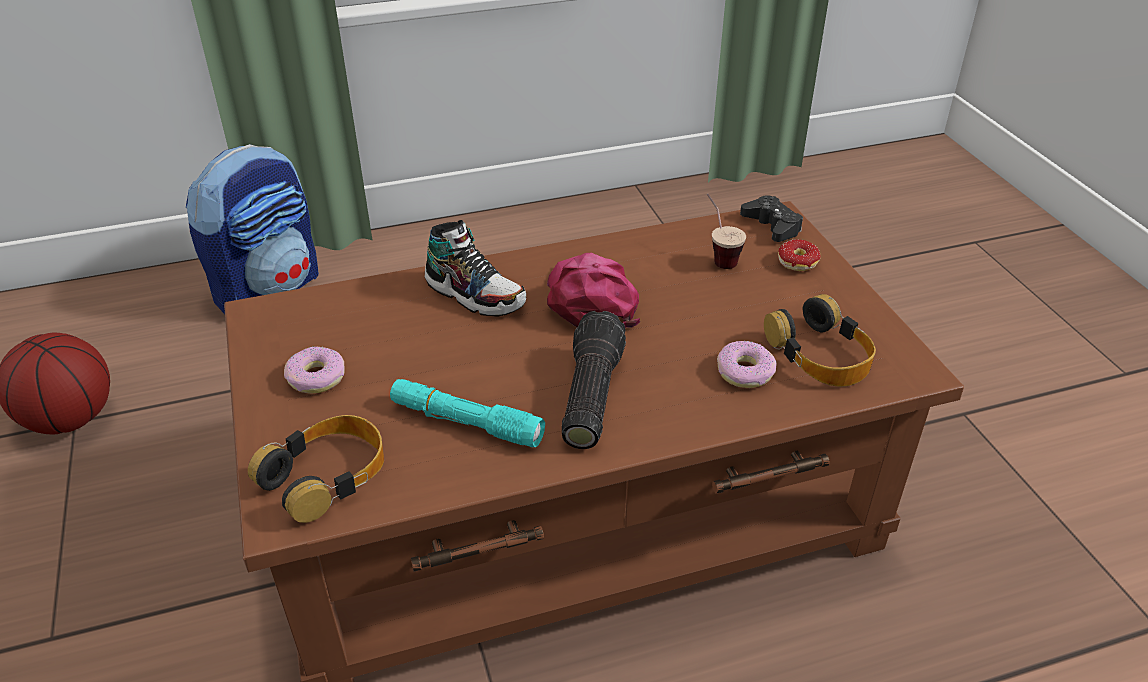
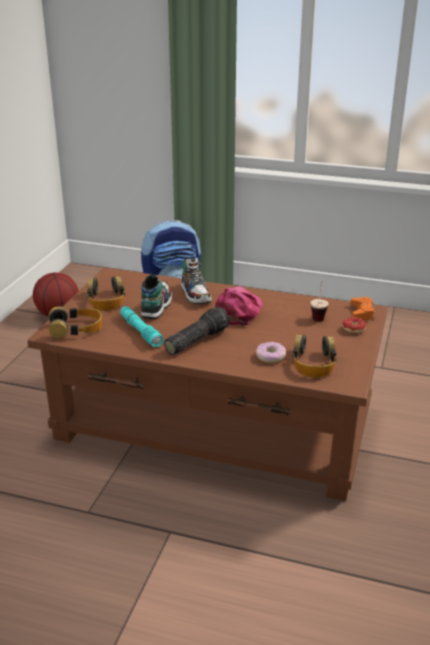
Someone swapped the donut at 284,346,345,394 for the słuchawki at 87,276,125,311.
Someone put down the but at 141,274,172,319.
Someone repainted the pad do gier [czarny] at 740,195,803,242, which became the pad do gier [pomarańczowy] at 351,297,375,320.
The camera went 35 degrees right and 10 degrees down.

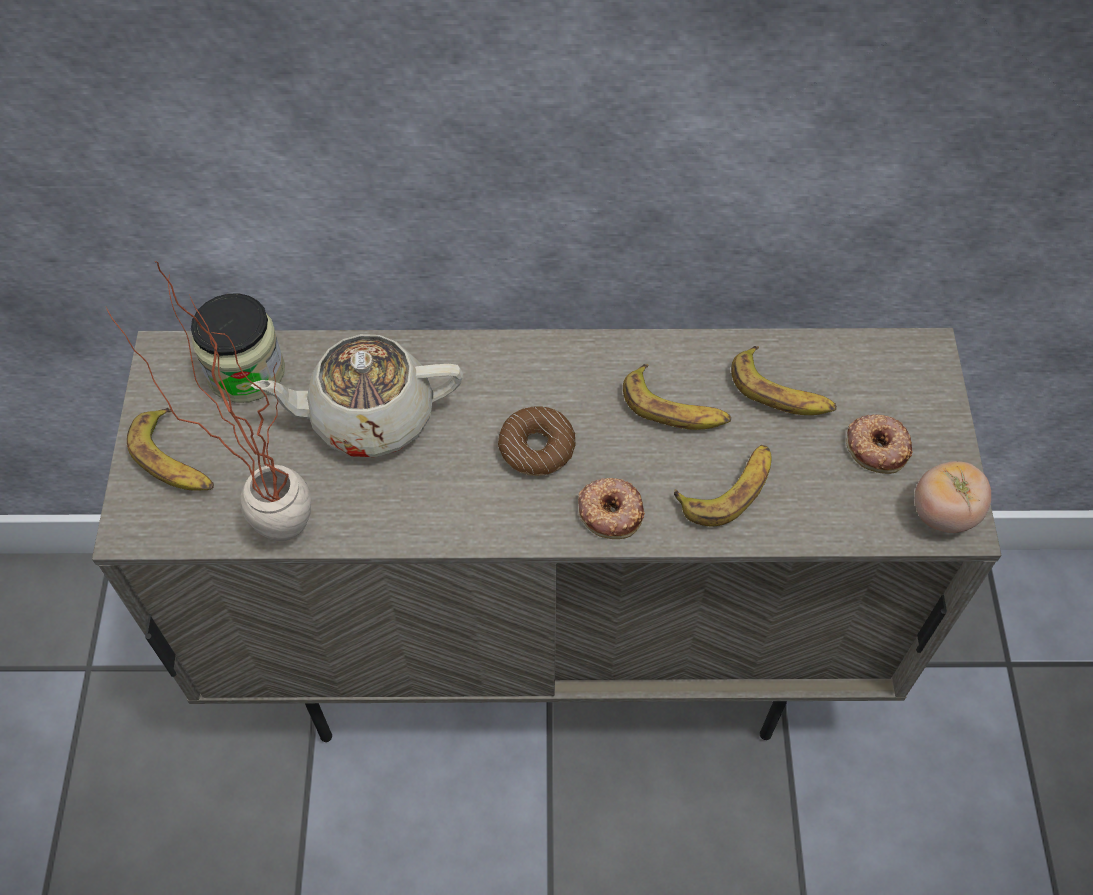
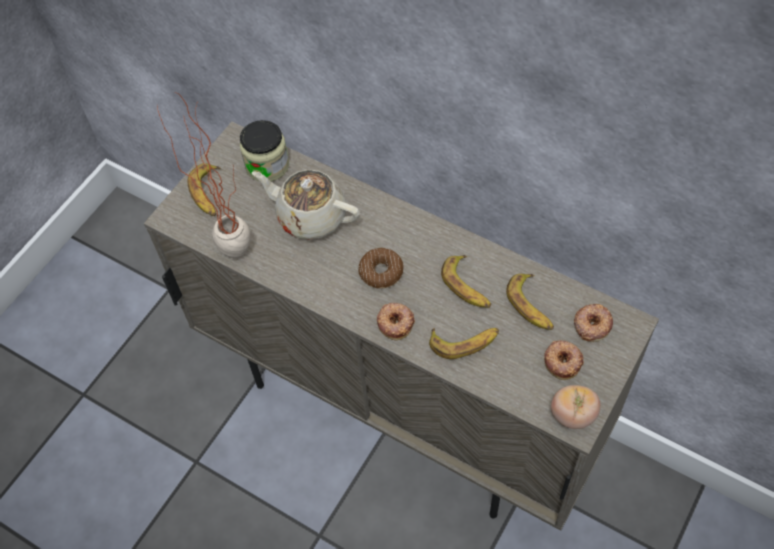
Someone put down the donut at 574,304,613,342.
The camera went 35 degrees right and 0 degrees up.

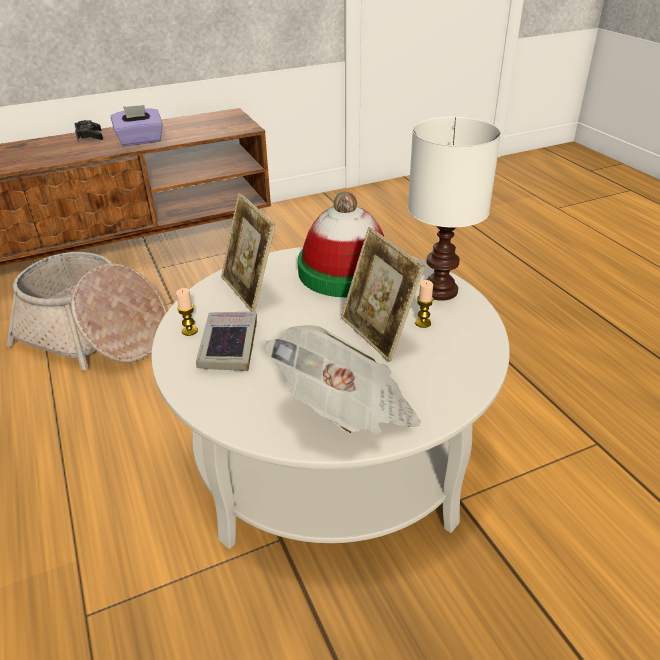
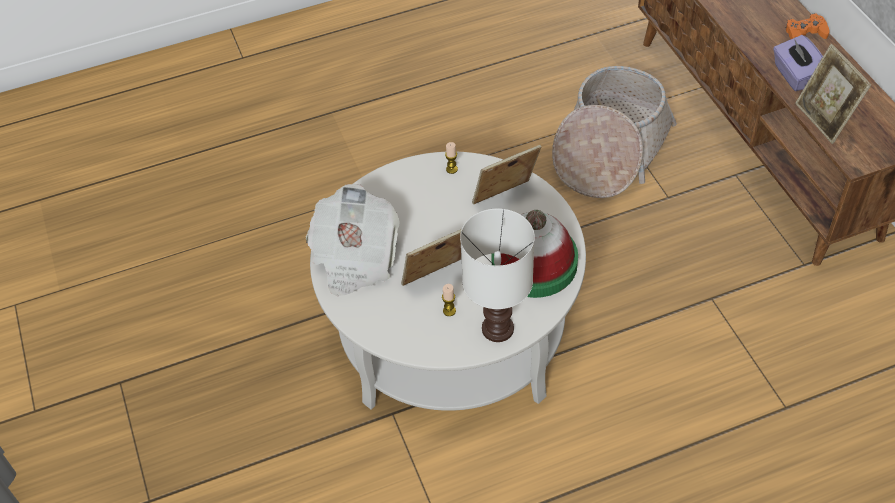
Someone repainted the pad do gier [czarny] at 74,120,103,141, which became the pad do gier [pomarańczowy] at 786,13,829,39.
Someone put down the ramka na zdjęcie at 795,44,871,144.
Someone took away the książka at 196,311,257,371.
The camera went 95 degrees right and 15 degrees up.

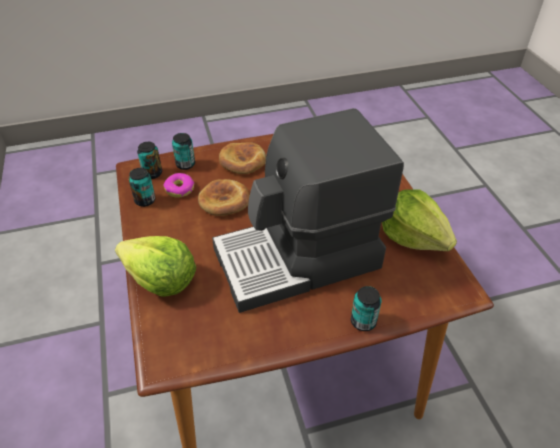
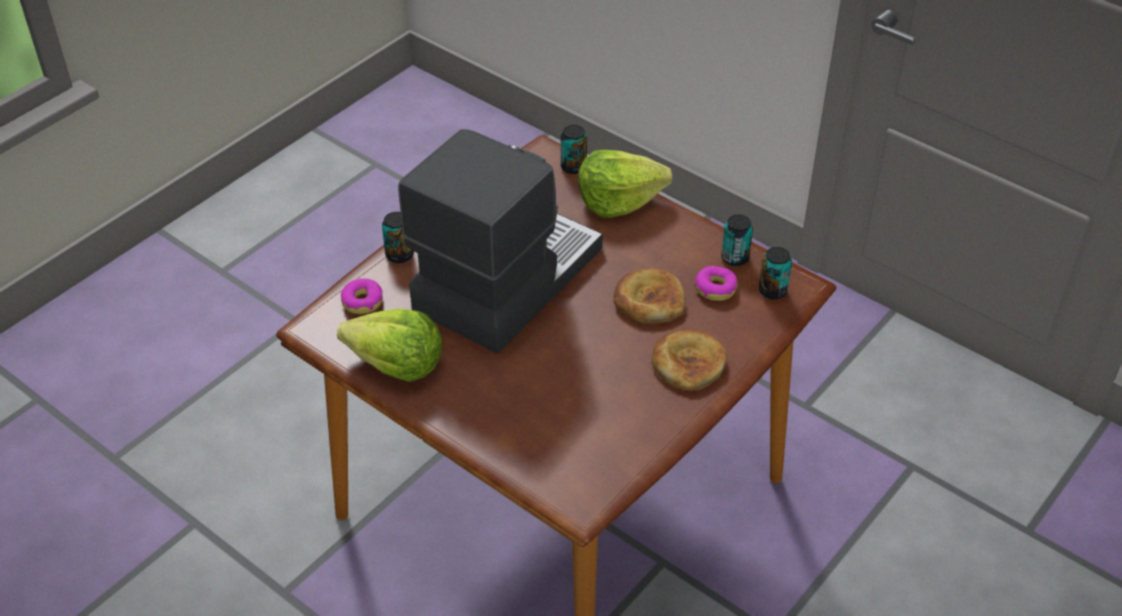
Someone put down the donut at 341,278,383,314.
Someone carried the puszka from 172,133,195,170 to 560,125,587,174.
The camera went 145 degrees right and 0 degrees up.

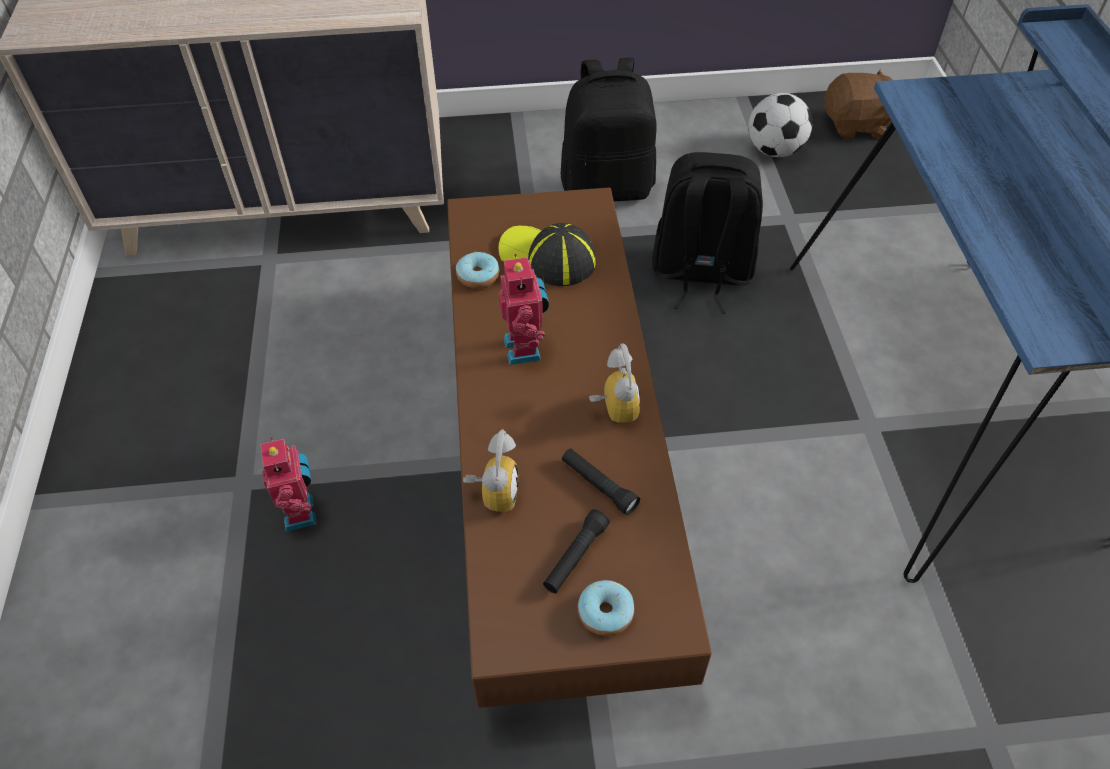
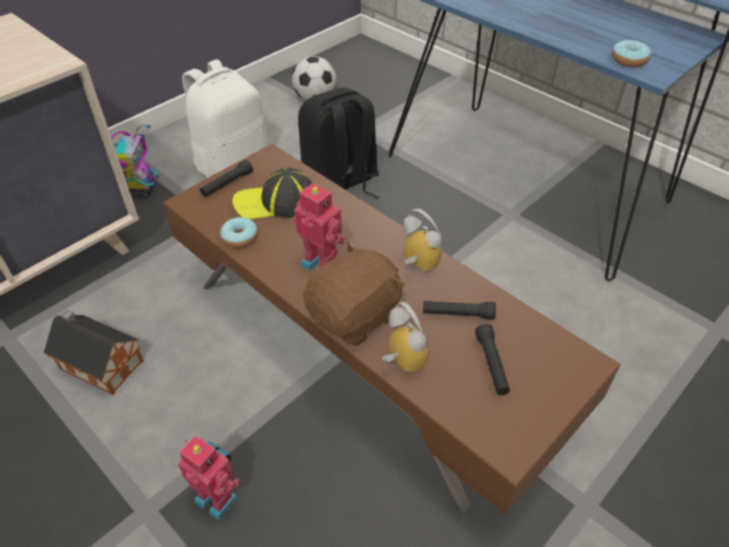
Someone put down the domek at 43,310,144,395.
Someone put down the robot zabawkowy at 111,124,159,198.
Someone repainted the plecak [czarny] at 561,58,657,201, which became the plecak [biały] at 182,59,268,178.
Someone put down the latarka [czarny] at 200,160,253,197.
Someone carried the pluszak [brązowy] from 824,68,893,140 to 303,241,405,345.
Someone carried the donut from 578,580,634,636 to 612,40,651,67.
The camera went 40 degrees left and 5 degrees down.

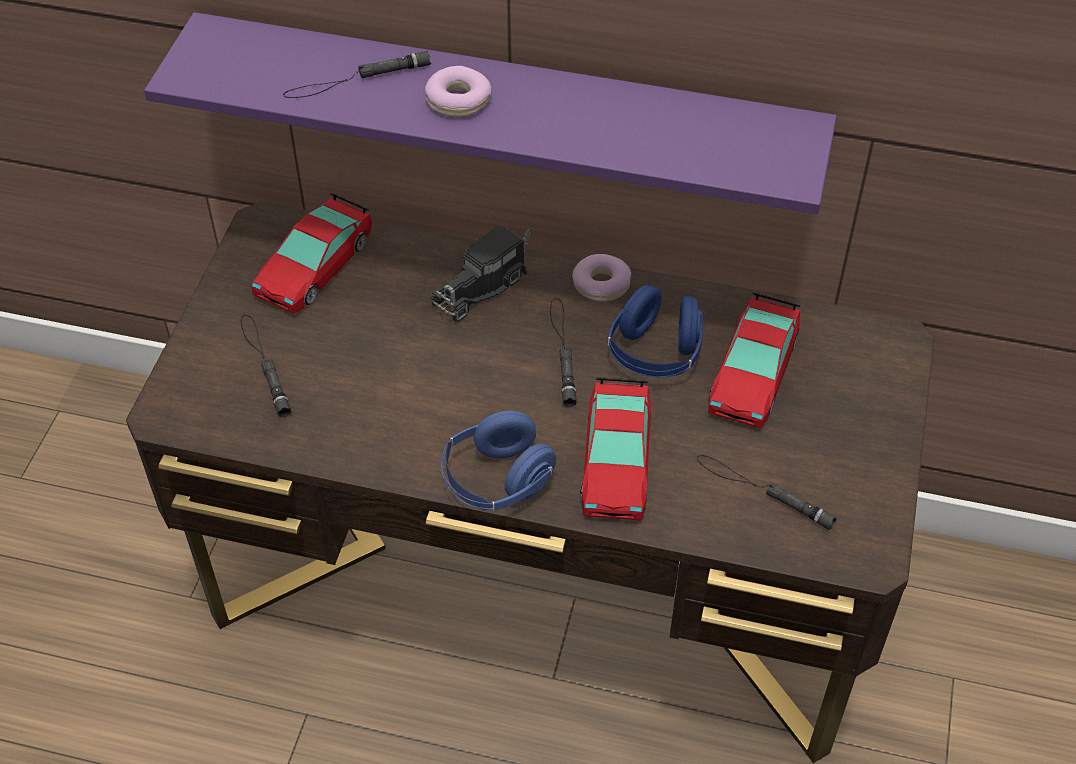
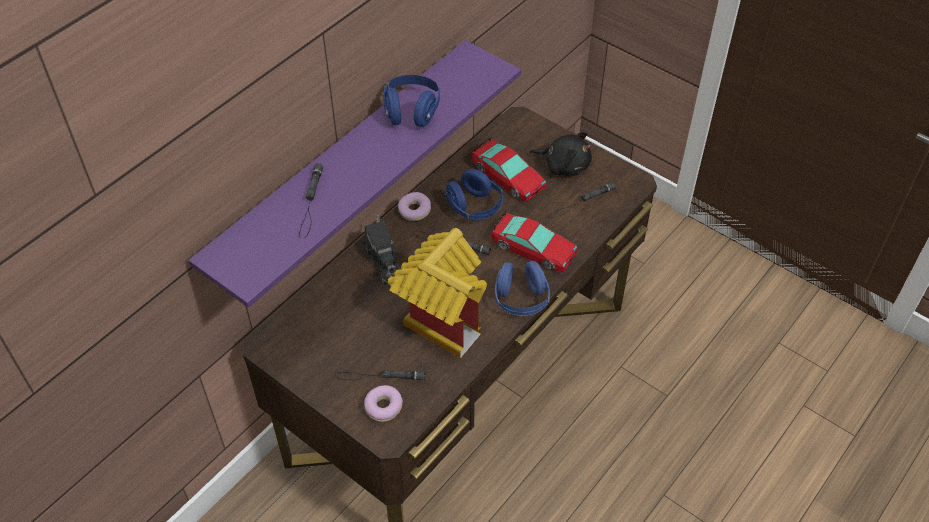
Someone carried the donut from 425,66,491,117 to 364,385,403,422.
Someone put down the słuchawki [niebieski] at 383,75,440,127.
Someone put down the domek at 388,228,487,358.
Someone put down the pluszak [czarny] at 529,132,592,176.
Someone took away the samochodzik at 251,193,372,314.
The camera went 65 degrees left and 0 degrees up.

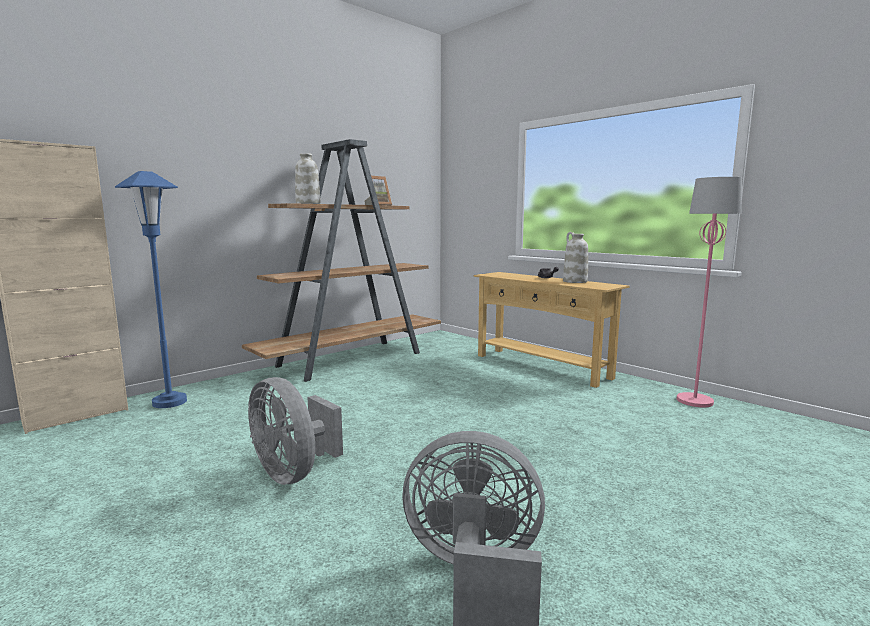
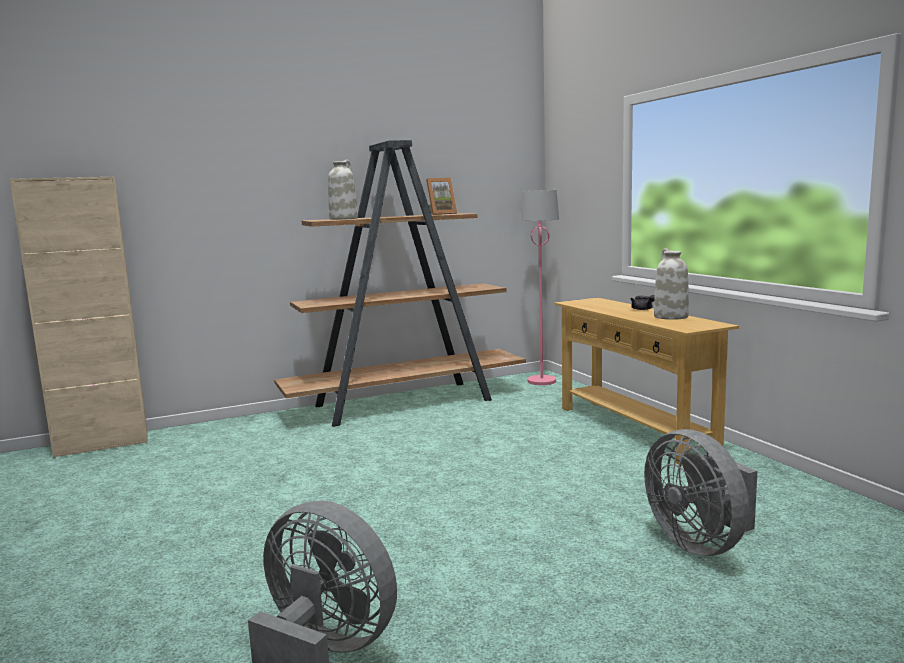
Someone carried the lampa stojąca [różowy] from 677,177,742,407 to 520,190,559,385.
Someone carried the wentylator [szary] from 248,377,343,485 to 644,429,757,556.
Someone took away the lampa stojąca [niebieski] at 115,171,187,408.
The camera went 20 degrees right and 0 degrees up.

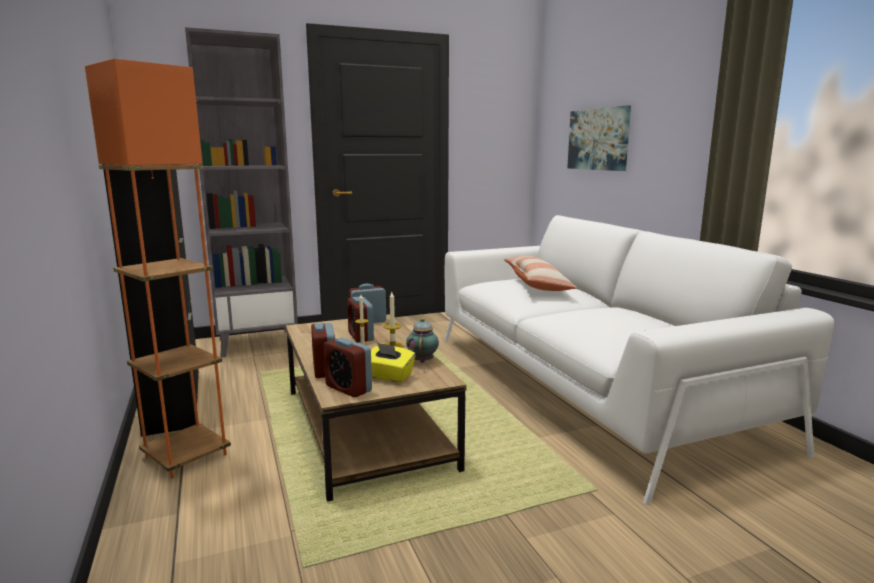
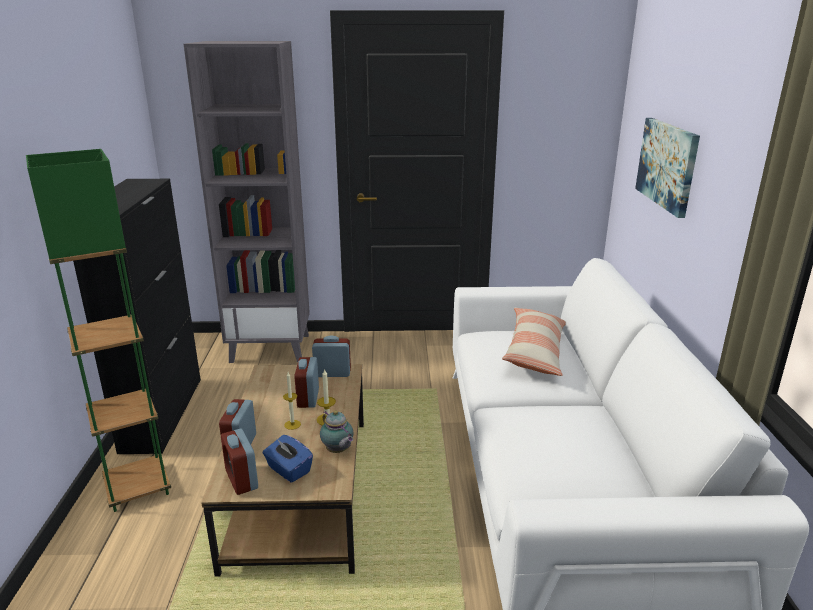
Someone repainted the lampa stojąca [pomarańczowy] at 85,58,231,478, which became the lampa stojąca [zielony] at 26,149,171,512.
Someone repainted the pudełko chusteczek [żółty] at 371,343,416,383, which became the pudełko chusteczek [niebieski] at 263,435,313,483.
Someone rotated the imbryk at 406,318,439,363 by 120 degrees clockwise.
The camera went 20 degrees right and 10 degrees up.

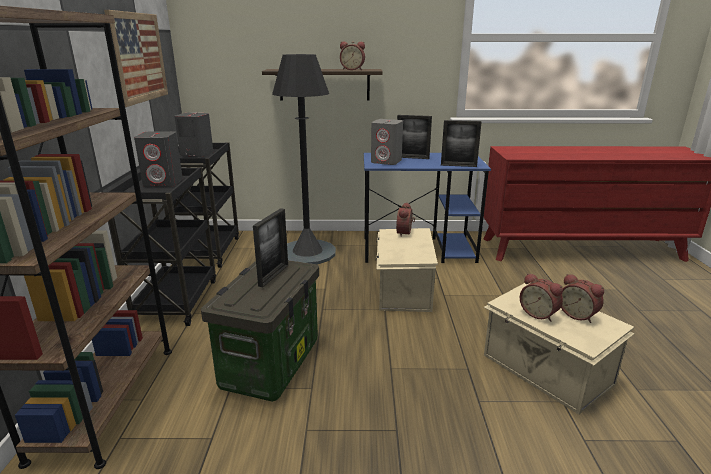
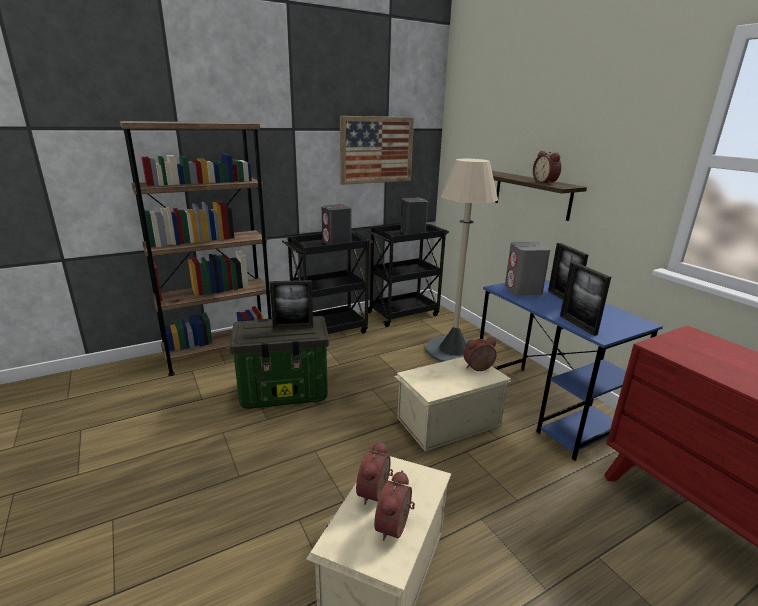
Someone repainted the lampa stojąca [czarny] at 272,54,336,264, which became the lampa stojąca [beżowy] at 426,159,498,362.
The camera went 60 degrees right and 0 degrees up.

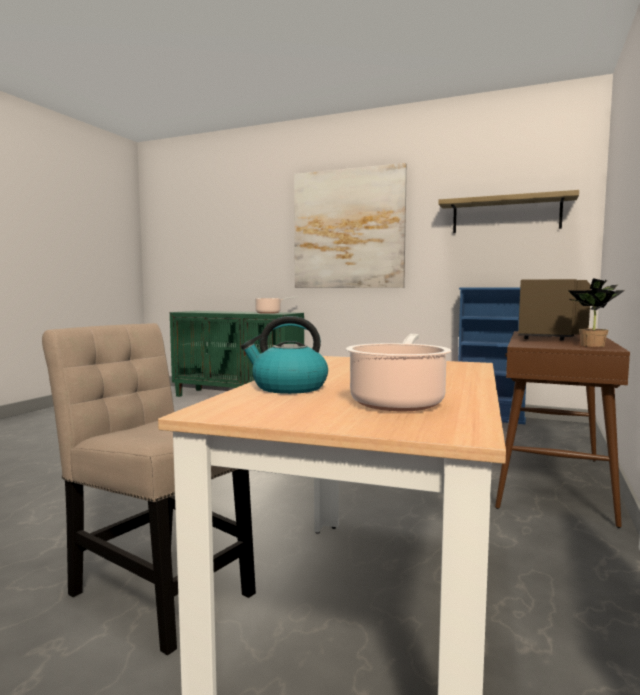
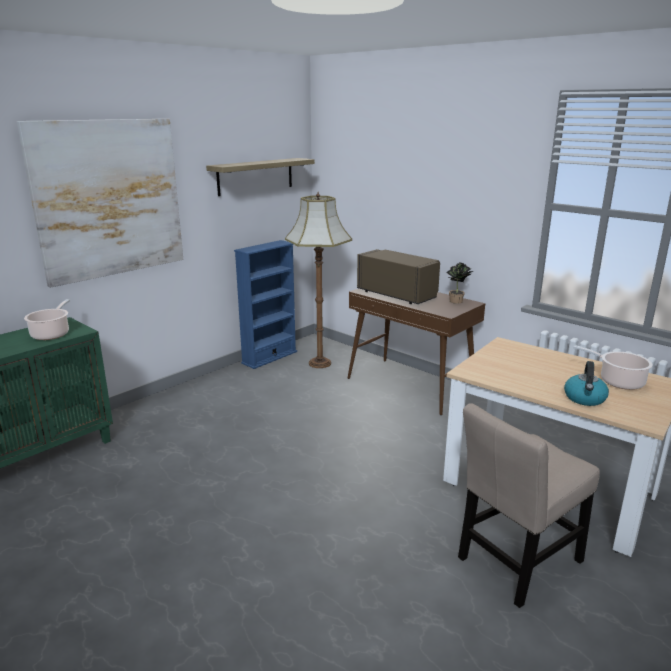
Someone put down the lampa stojąca at 285,192,352,368.
The camera went 70 degrees left and 15 degrees up.

